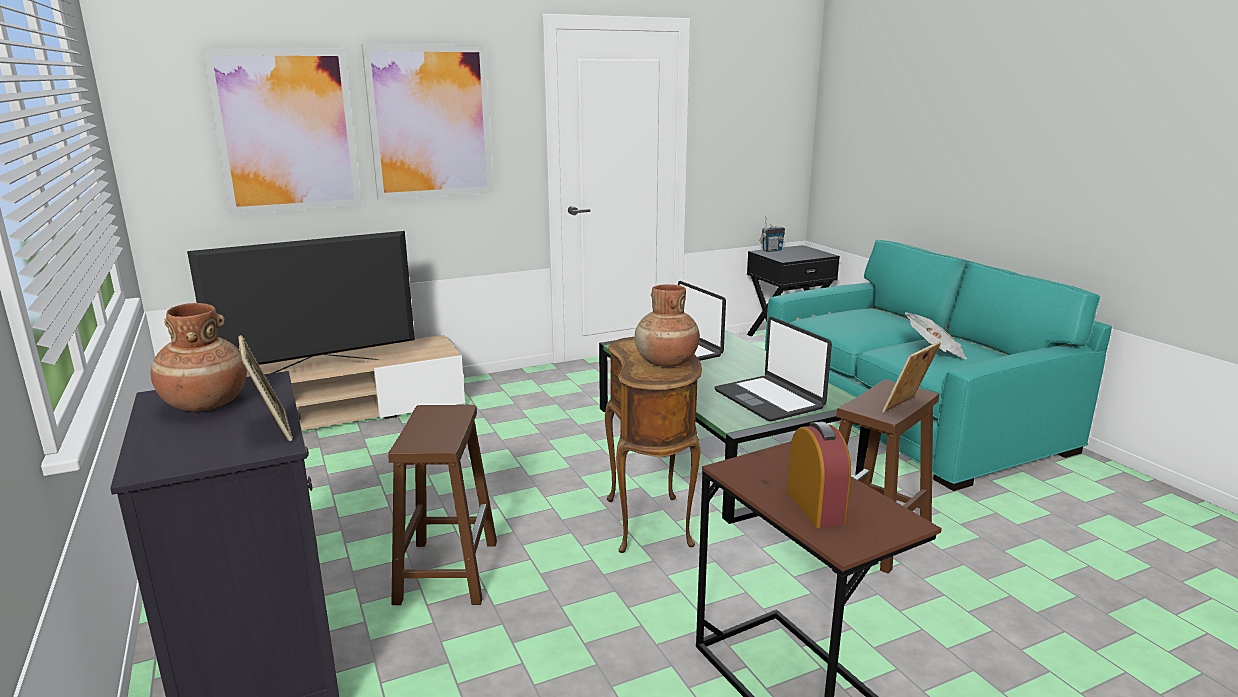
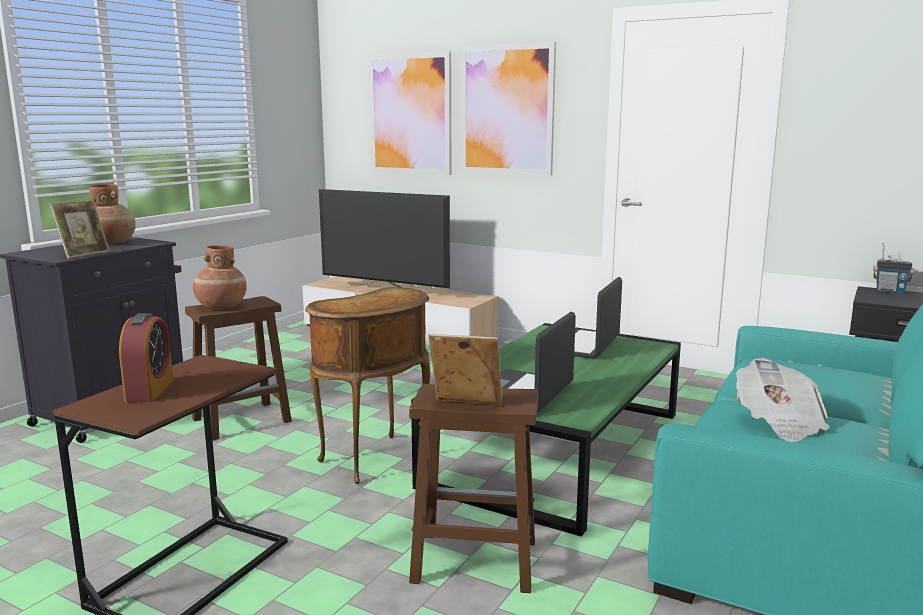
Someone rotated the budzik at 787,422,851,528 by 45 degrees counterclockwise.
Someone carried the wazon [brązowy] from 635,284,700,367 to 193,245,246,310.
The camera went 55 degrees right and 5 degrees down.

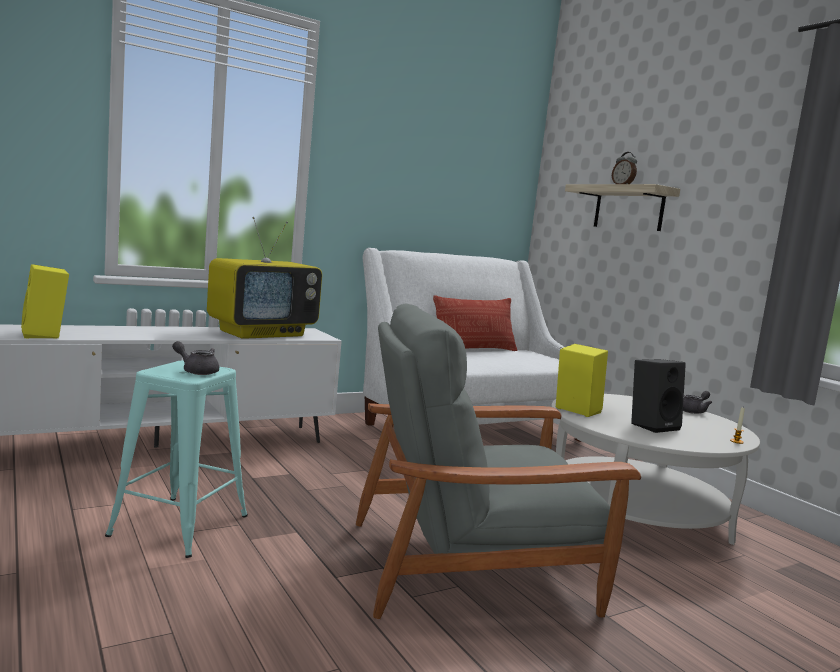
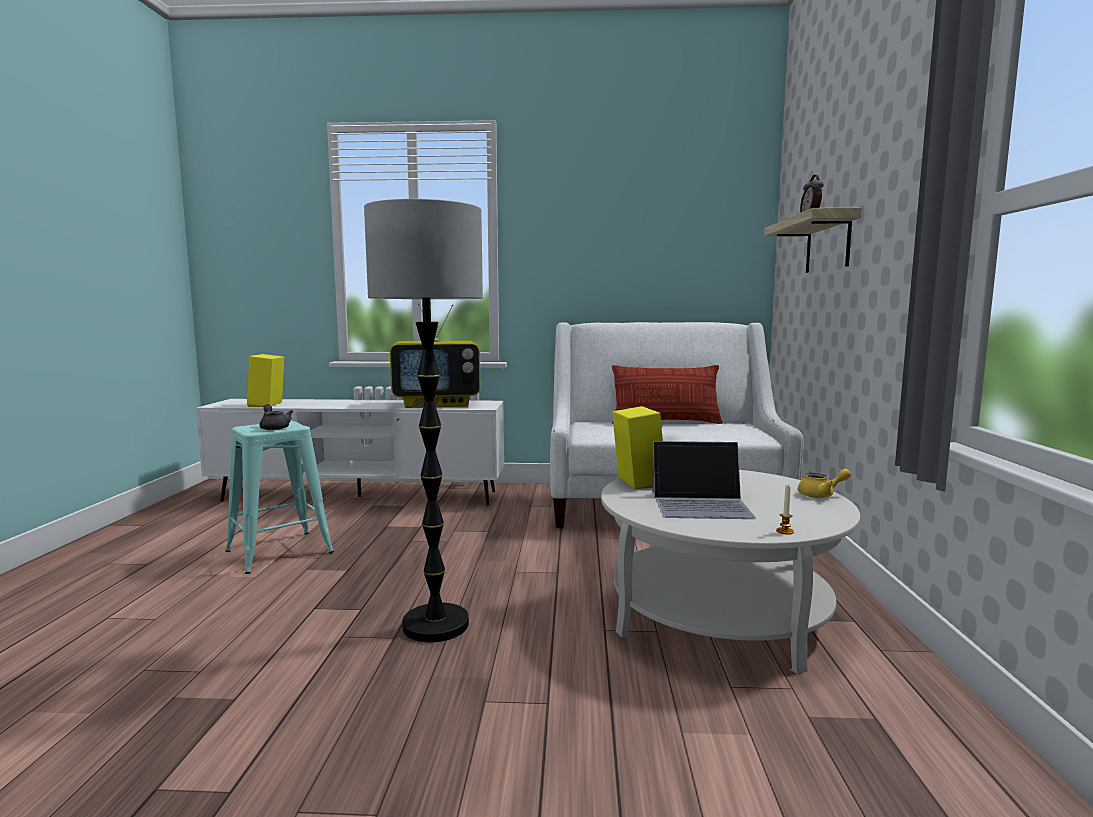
Someone swapped the fotel [szary] at 356,304,641,619 for the lampa stojąca at 364,199,483,642.
Someone swapped the głośnik [czarny] at 631,359,686,433 for the laptop at 652,441,756,519.
Someone repainted the imbryk [szary] at 683,391,712,414, which became the imbryk [żółty] at 798,469,851,498.
The camera went 35 degrees right and 0 degrees up.

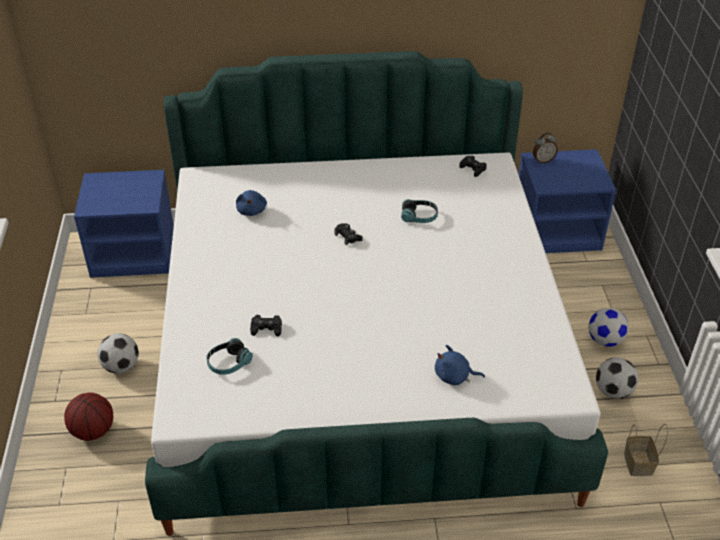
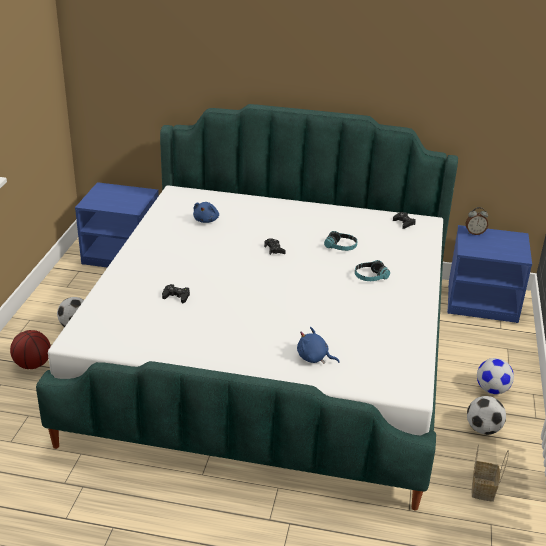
Someone carried the słuchawki from 206,338,253,375 to 355,260,390,281.
The camera went 15 degrees right and 10 degrees down.

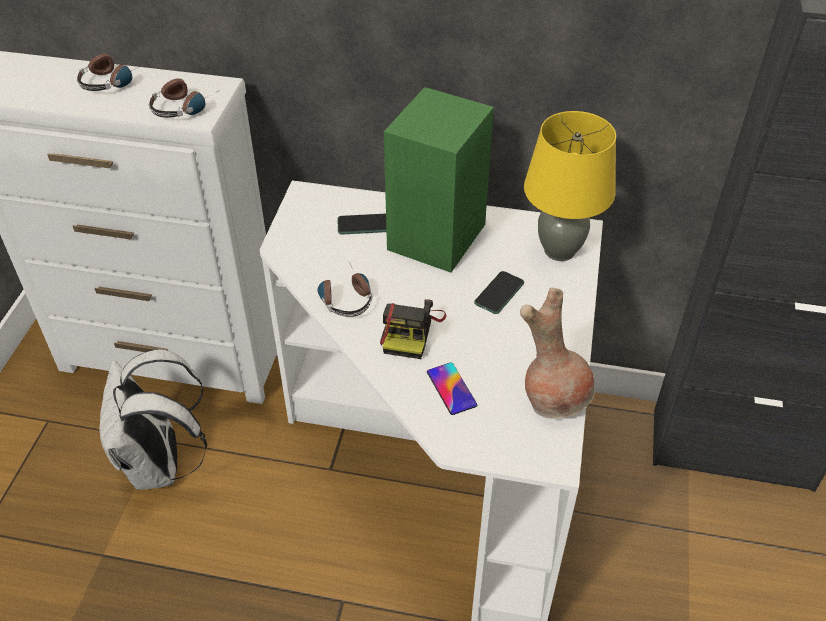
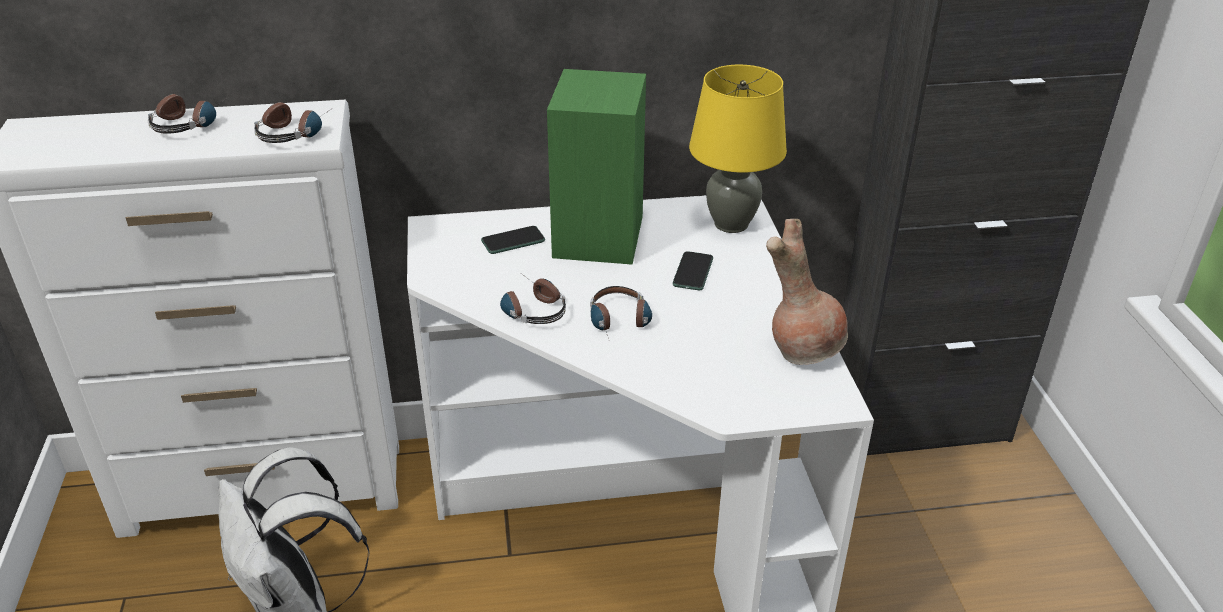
Someone swapped the aparat fotograficzny at 380,299,446,359 for the słuchawki at 590,286,652,343.
Someone took away the telefon at 427,363,477,415.
The camera went 20 degrees left and 10 degrees down.

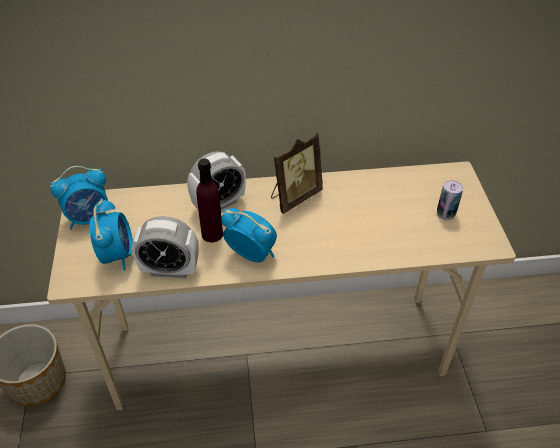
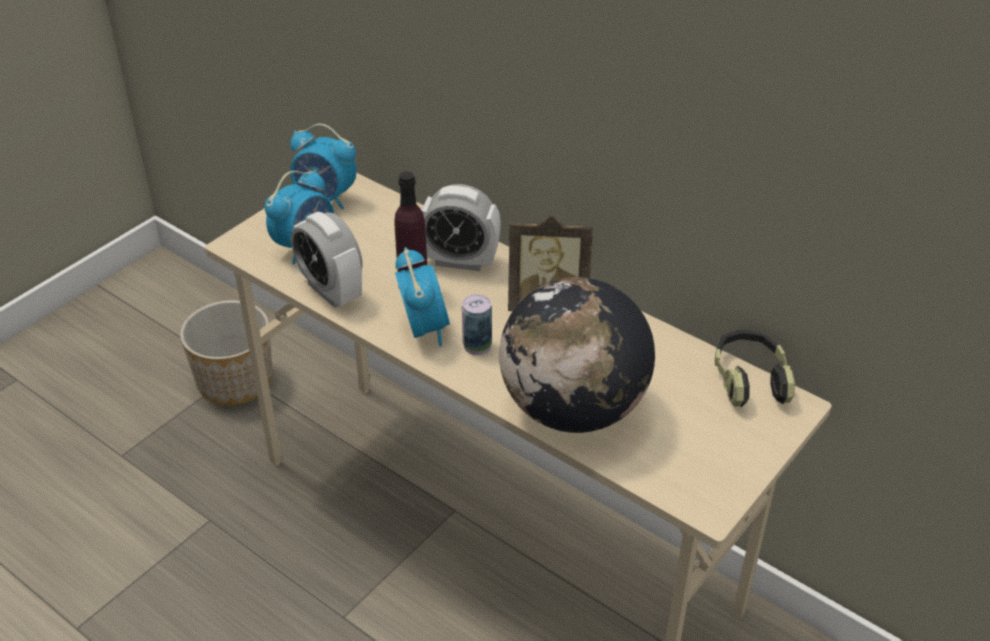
Someone carried the puszka from 437,180,463,220 to 462,294,492,355.
Someone put down the globus at 499,277,655,433.
Someone put down the słuchawki at 715,330,795,407.
The camera went 45 degrees right and 5 degrees down.

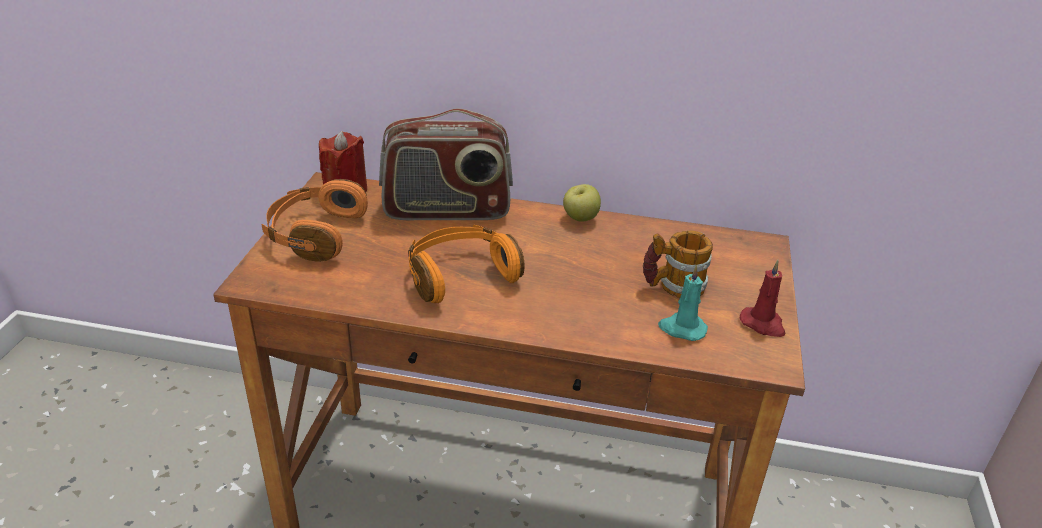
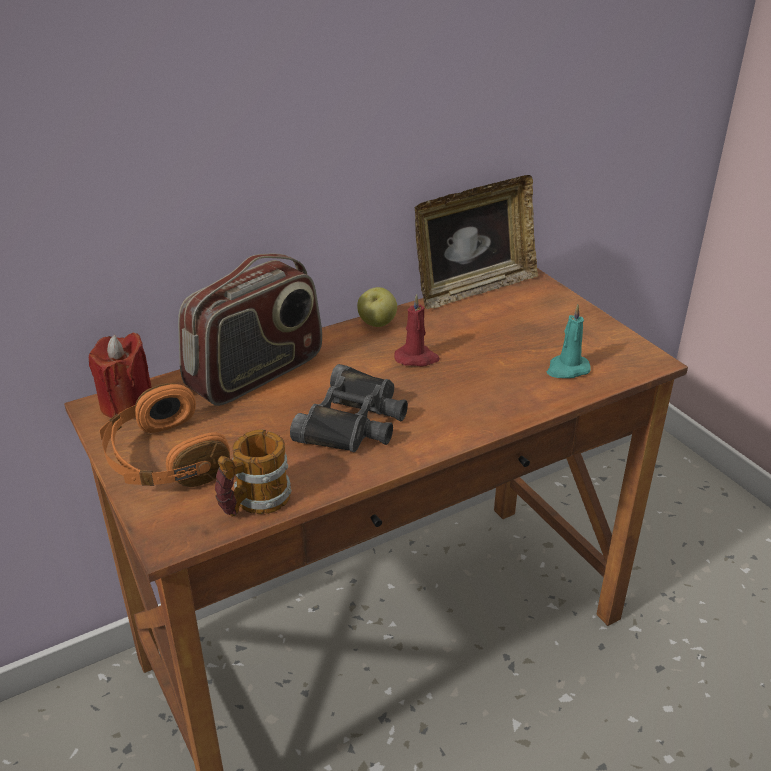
Someone carried the kubek from 643,231,713,298 to 215,430,292,517.
Someone swapped the słuchawki [pomarańczowy] at 408,225,525,303 for the lornetka [czarny] at 290,364,408,452.
Someone carried the świeca [czerwony] from 740,260,785,337 to 394,294,440,366.
Someone put down the ramka na zdjęcie at 415,175,539,309.
The camera went 40 degrees left and 0 degrees up.

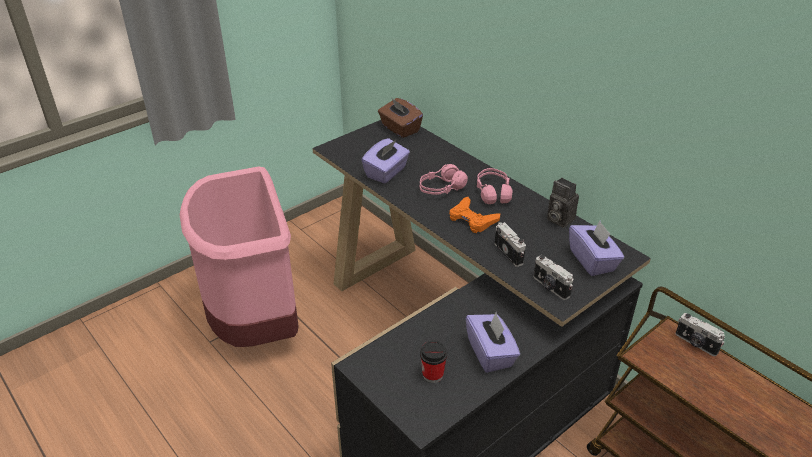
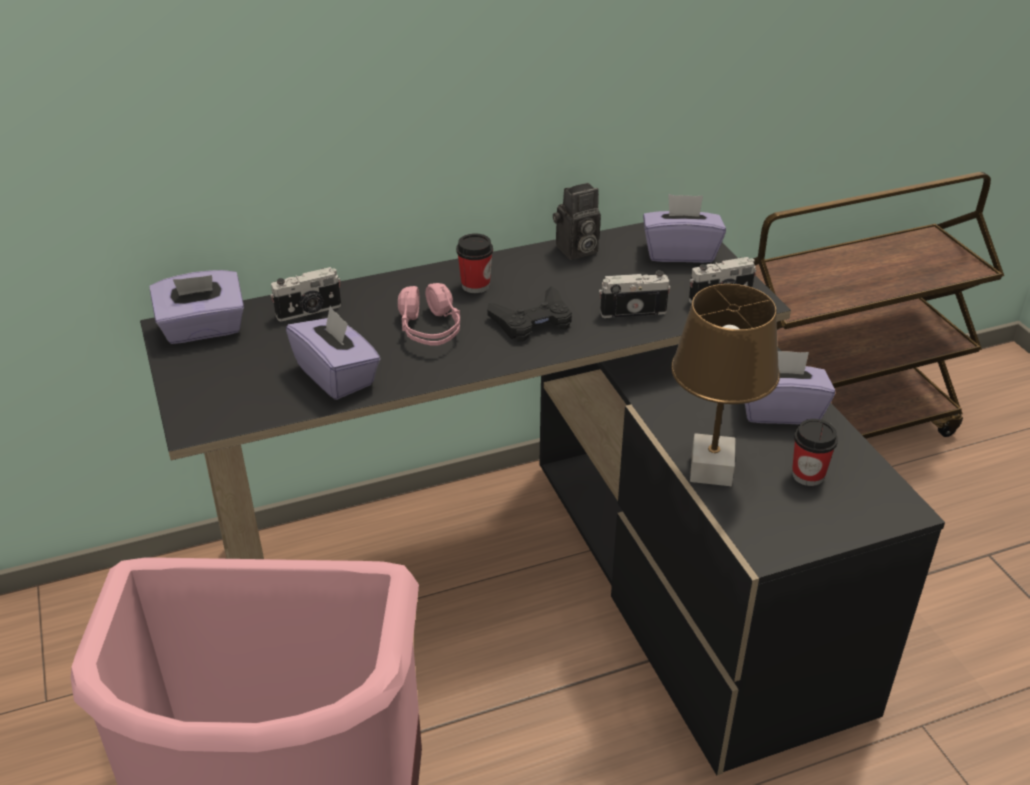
Someone repainted the pudełko chusteczek [brązowy] at 378,97,423,138, which became the pudełko chusteczek [fioletowy] at 149,270,244,344.
Someone carried the aparat fotograficzny from 675,313,725,356 to 270,267,341,321.
Someone swapped the słuchawki [różowy] at 477,168,513,204 for the filiżanka at 456,233,493,293.
Someone repainted the pad do gier [pomarańczowy] at 449,197,500,233, which became the pad do gier [czarny] at 487,286,572,342.
Someone put down the lampa stołowa [brązowy] at 671,284,780,486.
The camera went 70 degrees left and 0 degrees up.

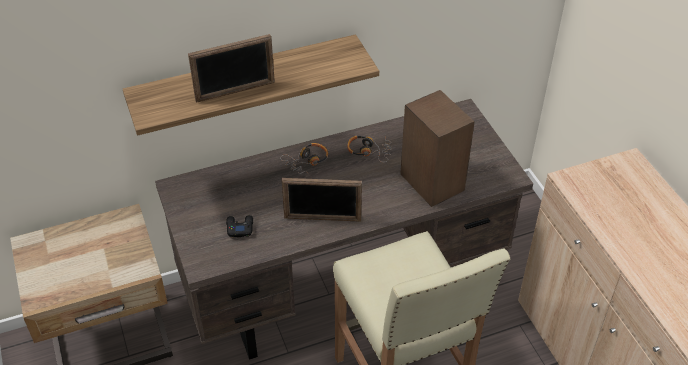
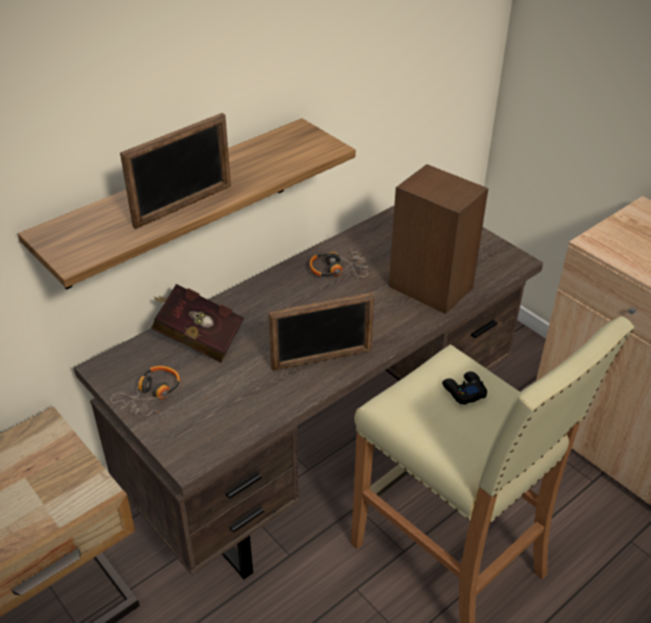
Someone carried the słuchawki from 280,143,328,174 to 110,366,180,416.
Someone put down the książka [czerwony] at 151,284,244,363.
Someone carried the pad do gier [czarny] from 226,215,253,237 to 442,372,487,405.
The camera went 20 degrees left and 5 degrees down.

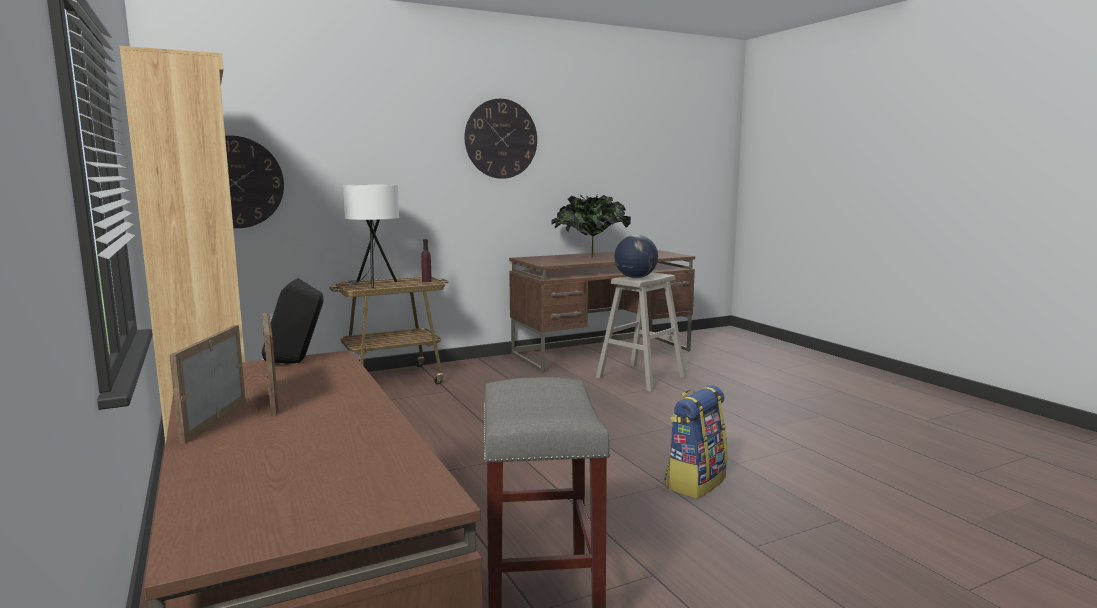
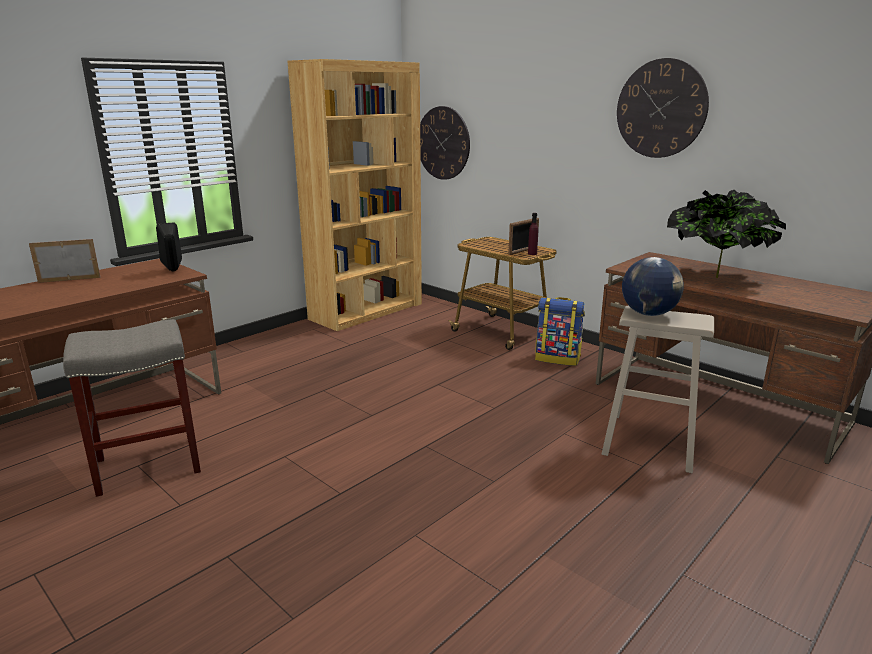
Someone carried the ramka na zdjęcie from 262,313,279,416 to 508,218,539,255.
Someone carried the plecak from 664,385,727,499 to 535,297,585,366.
Someone took away the lampa stołowa [biały] at 343,184,399,288.
The camera went 70 degrees right and 10 degrees up.

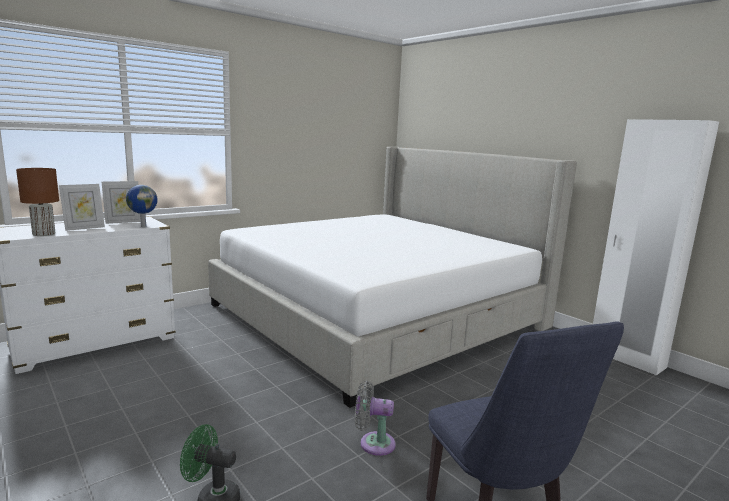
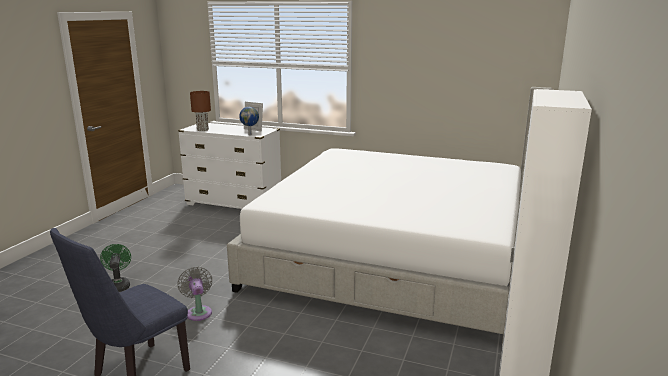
Someone took away the ramka na zdjęcie at 59,184,105,231.
The camera went 60 degrees right and 5 degrees up.

